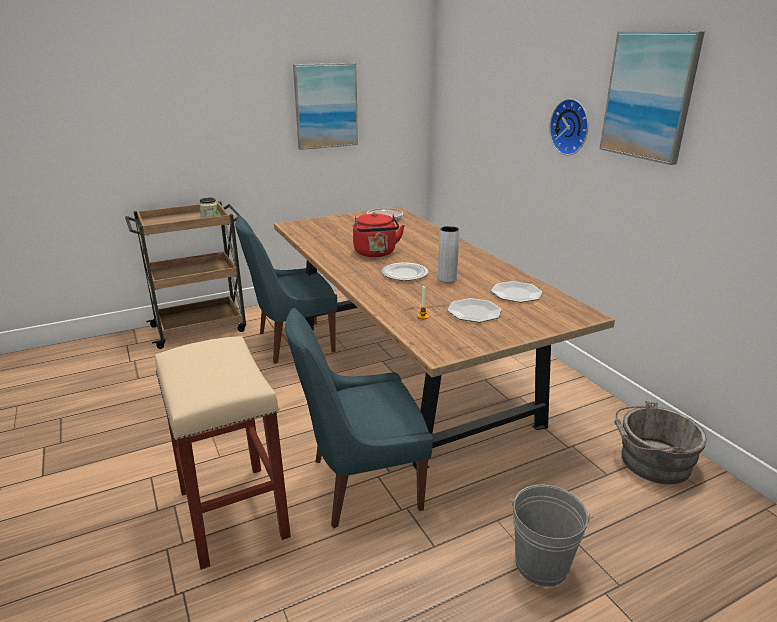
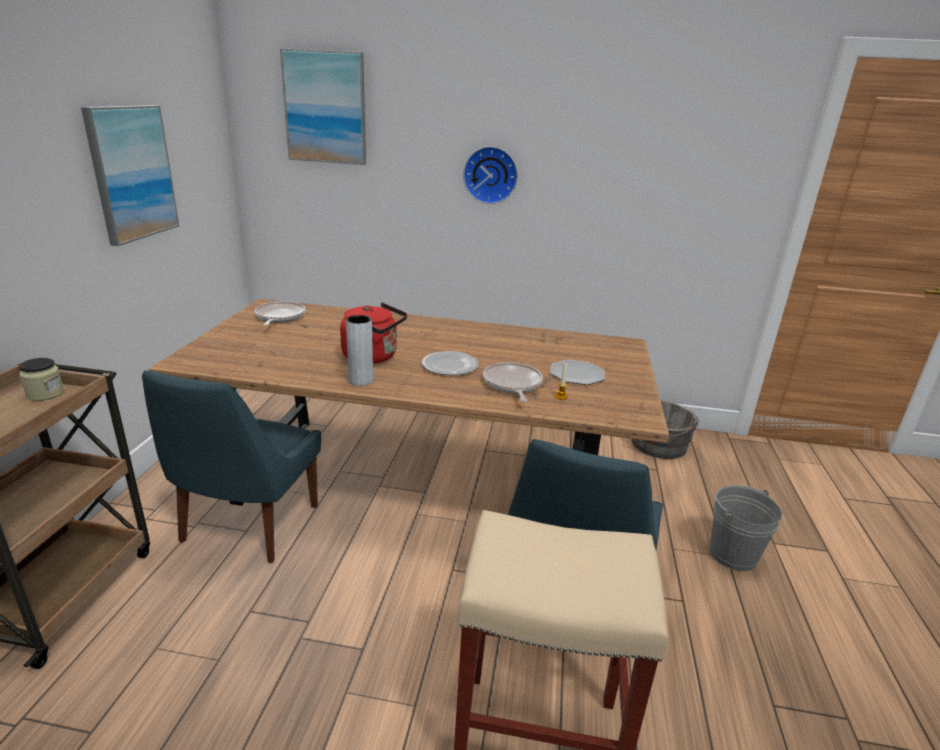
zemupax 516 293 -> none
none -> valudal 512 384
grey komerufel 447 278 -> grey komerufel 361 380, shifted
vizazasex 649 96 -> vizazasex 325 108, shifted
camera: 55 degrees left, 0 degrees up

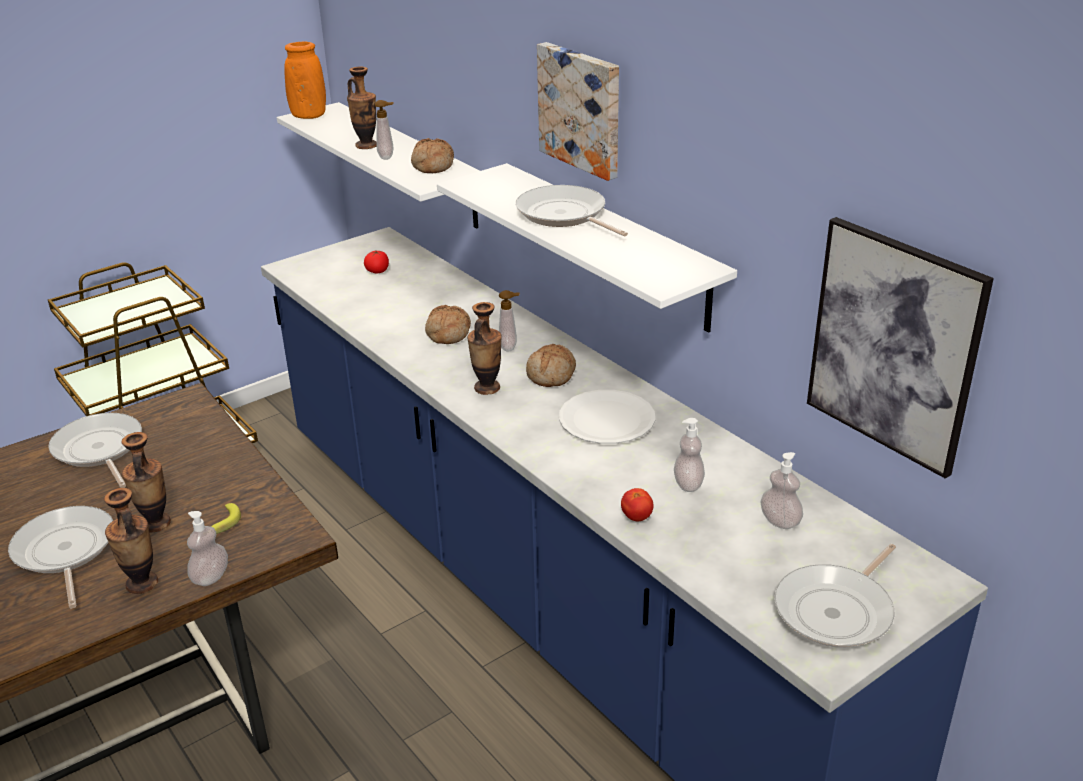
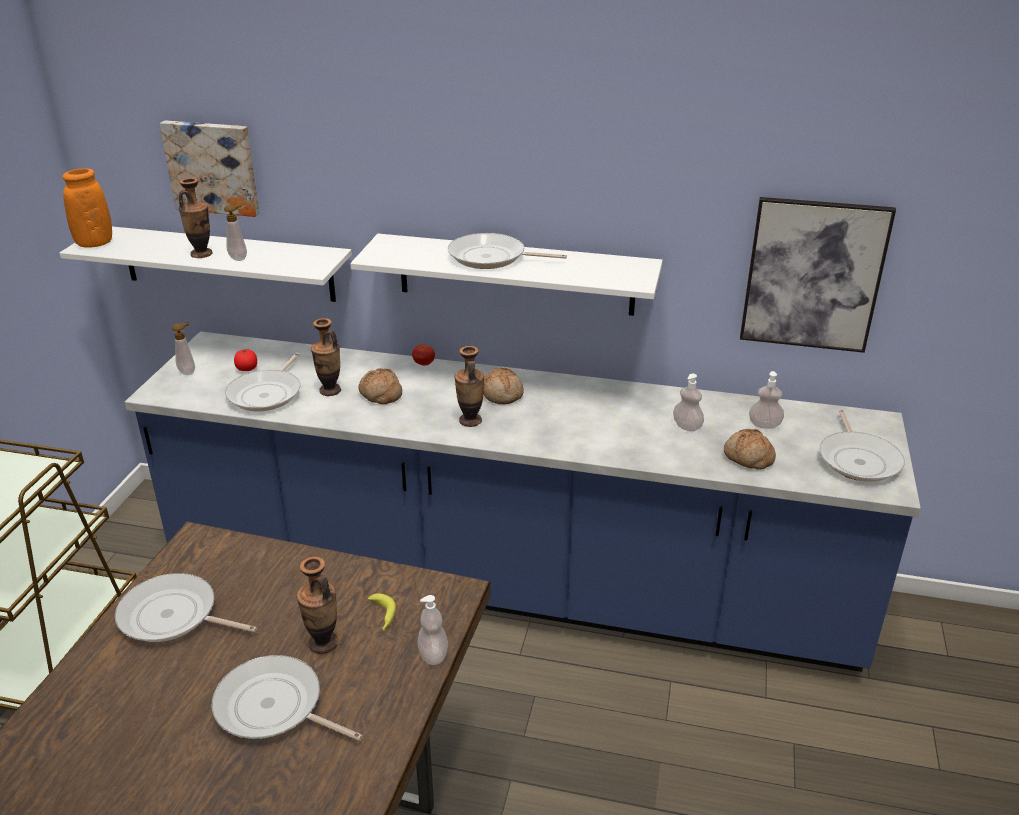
white zemupax 607 419 -> none
none -> valudal 267 393
komerufel 142 583 -> komerufel 330 390, shifted
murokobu 432 166 -> murokobu 748 458, shifted
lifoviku 510 347 -> lifoviku 188 372, shifted
vizazasex 582 109 -> vizazasex 213 167, shifted
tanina 636 517 -> tanina 424 364, shifted
camera: 40 degrees left, 0 degrees up

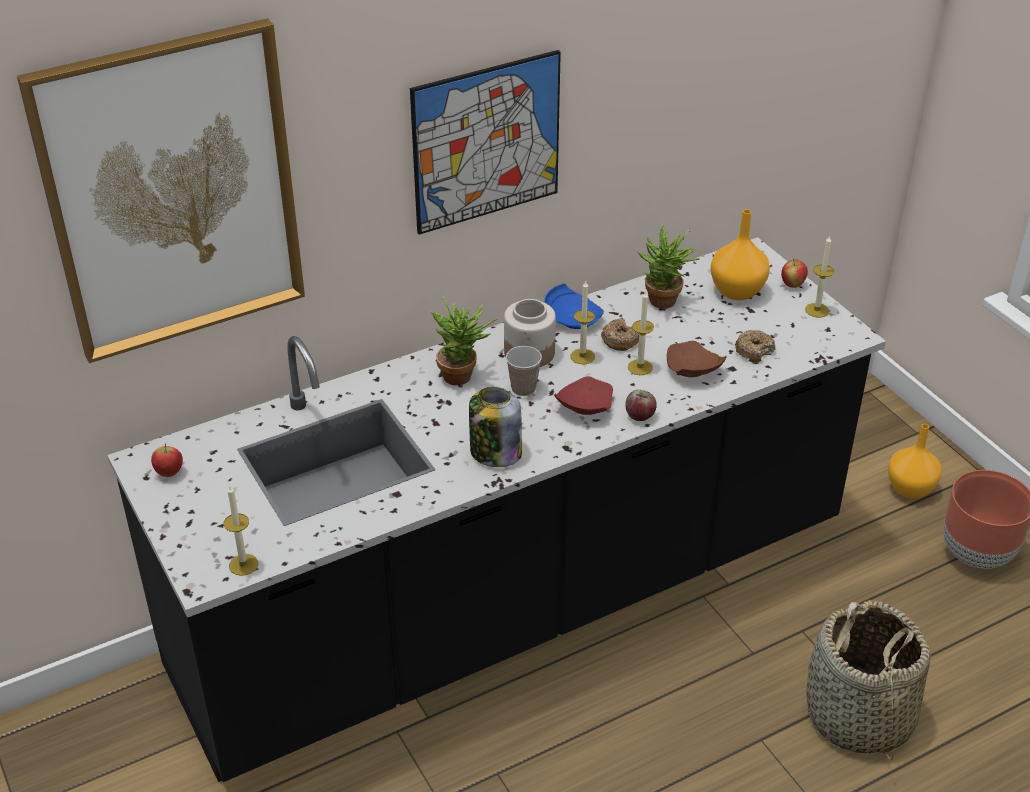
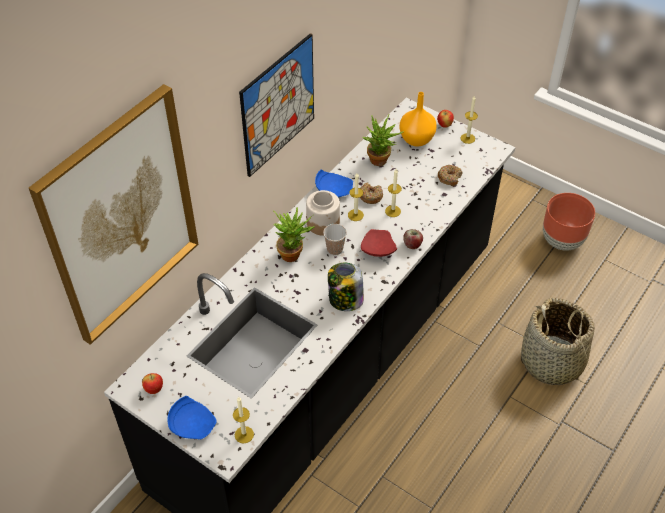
brown zemupax 692 370 -> none
orange komerufel 910 488 -> none
none -> blue zemupax 193 424
camera: 25 degrees left, 10 degrees up

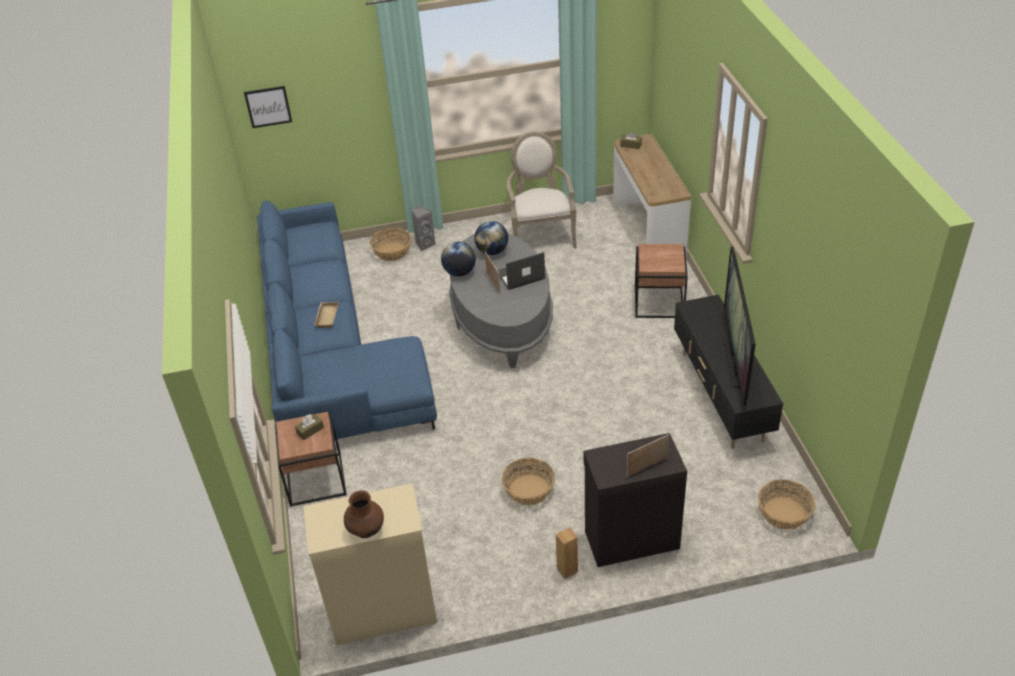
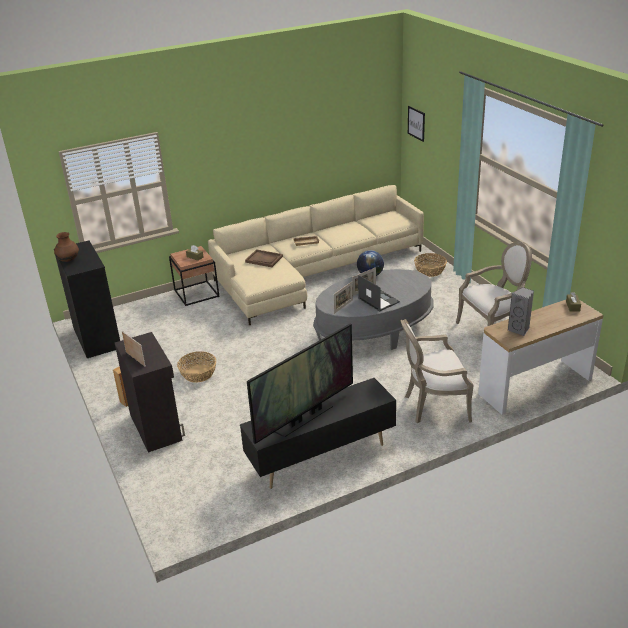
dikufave 492 251 -> none
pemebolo 784 513 -> none
none -> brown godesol 264 259
none -> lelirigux 343 306
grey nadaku 424 244 -> grey nadaku 519 329, shifted
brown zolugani 658 303 -> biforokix 433 406
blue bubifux 331 351 -> beige bubifux 312 272
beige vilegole 382 610 -> black vilegole 96 337
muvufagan 735 361 -> muvufagan 304 418, 150 degrees clockwise
camera: 75 degrees right, 10 degrees down

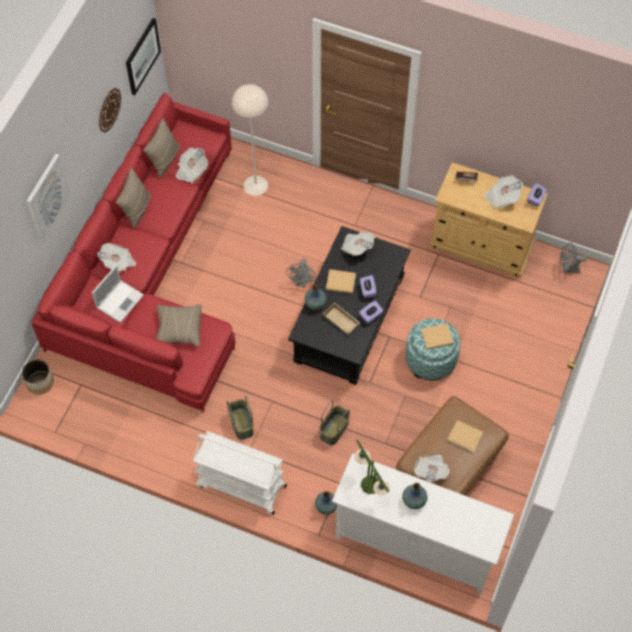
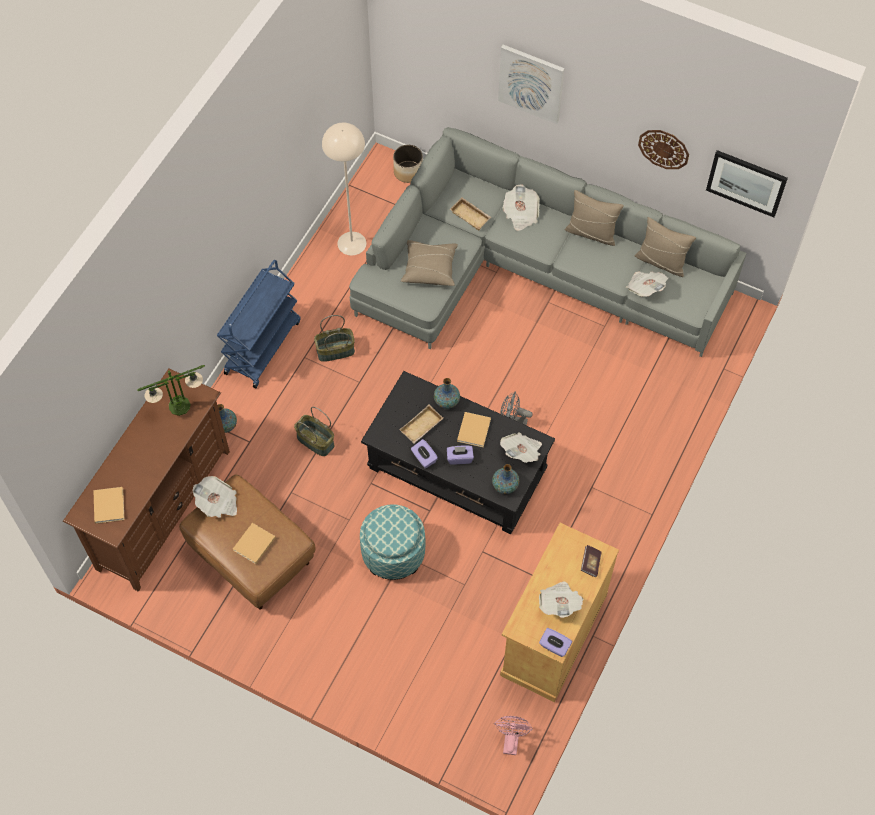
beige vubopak 255 185 -> beige vubopak 352 243, shifted
komerufel 414 500 -> komerufel 505 485, shifted
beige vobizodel 436 337 -> beige vobizodel 109 504, shifted
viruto 120 300 -> beige godesol 471 215
red bubifux 150 278 -> grey bubifux 529 271
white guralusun 241 486 -> blue guralusun 262 346
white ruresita 414 546 -> brown ruresita 163 508
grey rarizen 567 268 -> pink rarizen 511 739
camera: 95 degrees right, 0 degrees up

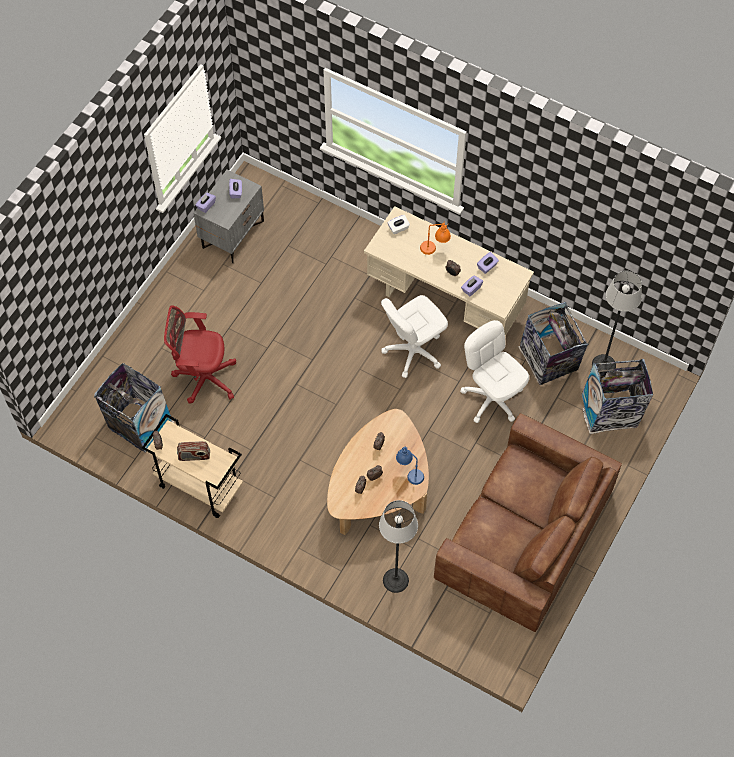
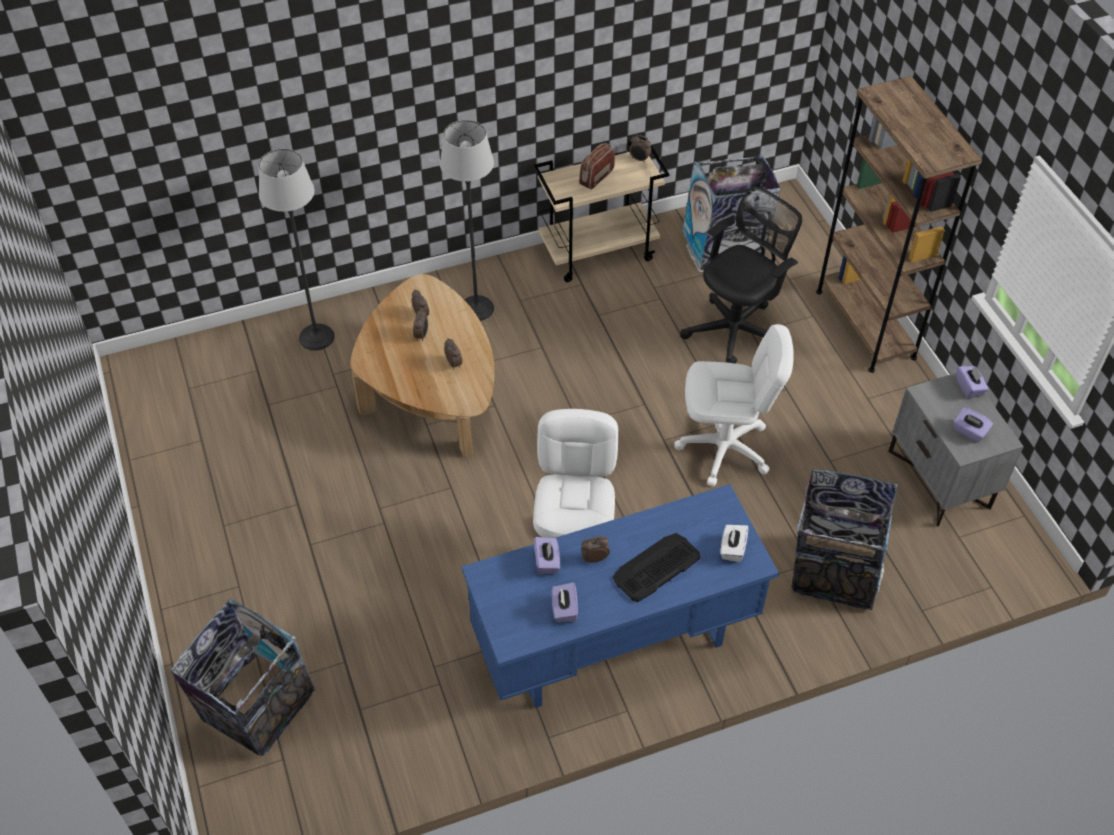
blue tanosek 409 473 -> none
brown bubifux 524 535 -> none
none -> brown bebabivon 865 324
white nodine 492 398 -> white nodine 724 449, shifted
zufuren 549 361 -> zufuren 834 572, shifted
vubopak 603 364 -> vubopak 477 308, shifted
orange tanosek 435 249 -> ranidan 656 567
red nodine 203 377 -> black nodine 736 328
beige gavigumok 446 302 -> blue gavigumok 614 643
camera: 130 degrees right, 10 degrees down

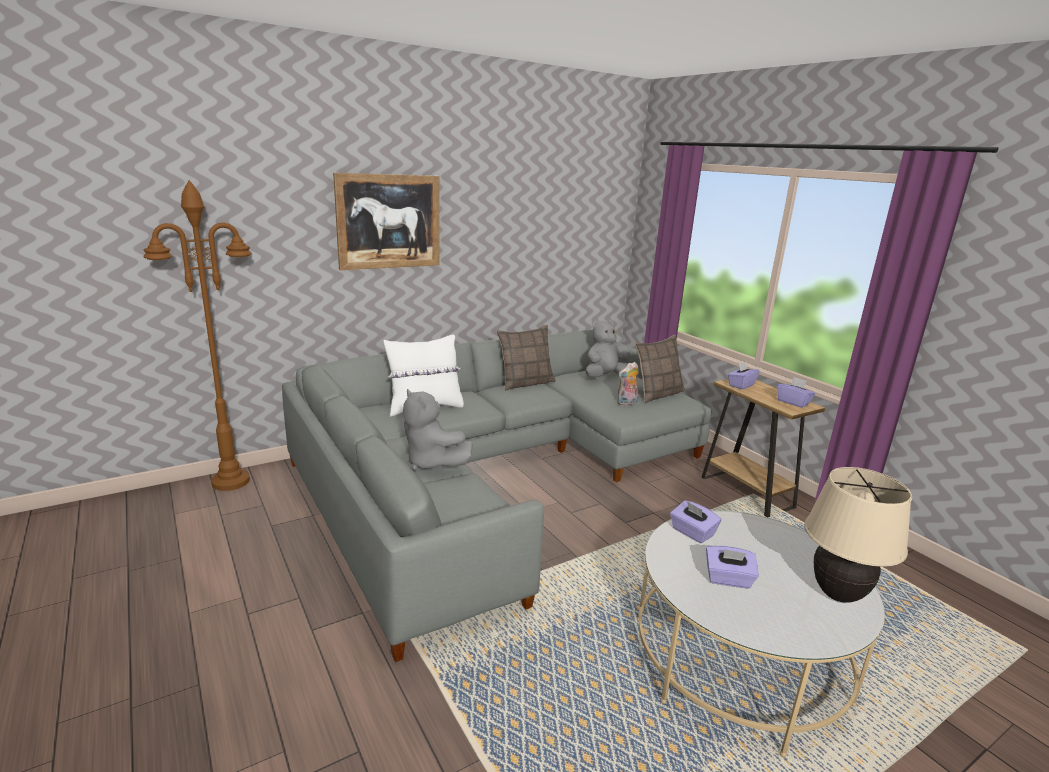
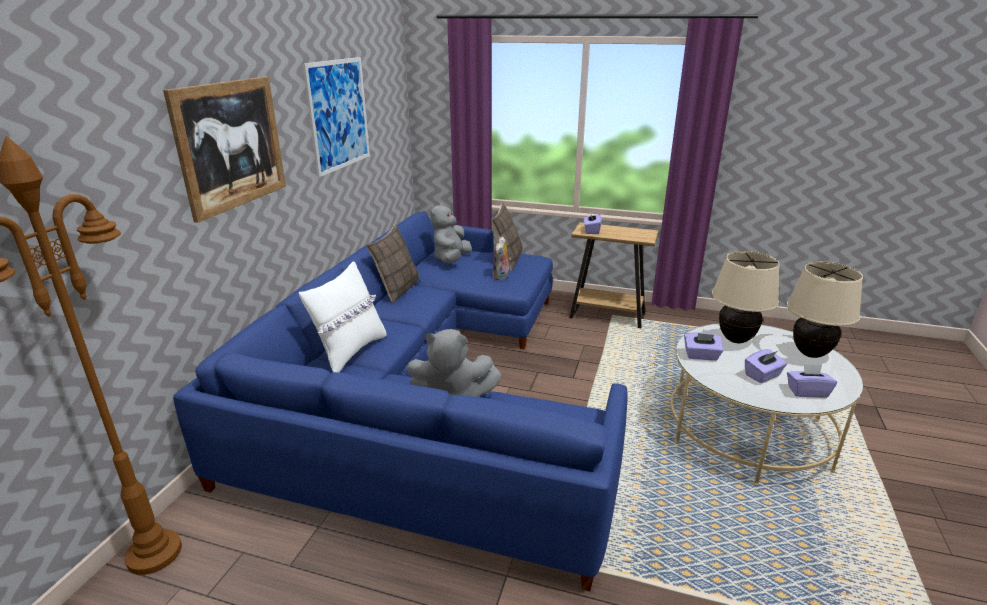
none -> vizazasex 339 114
none -> beige tanosek 736 340
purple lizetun 793 402 -> purple lizetun 807 392, shifted
grey bubifux 495 471 -> blue bubifux 425 387
camera: 40 degrees left, 5 degrees up

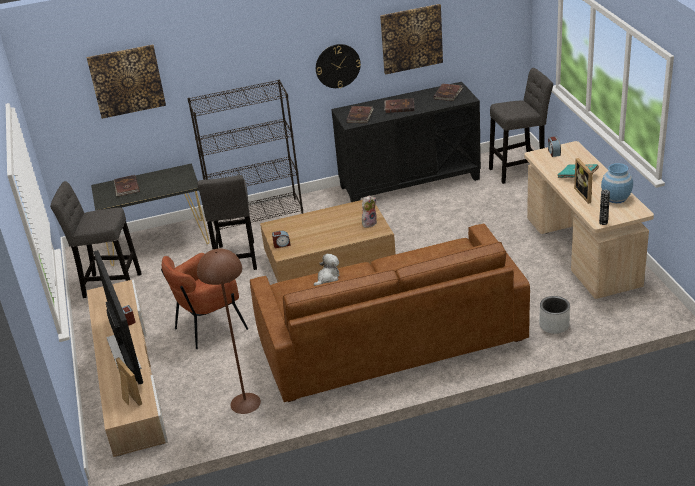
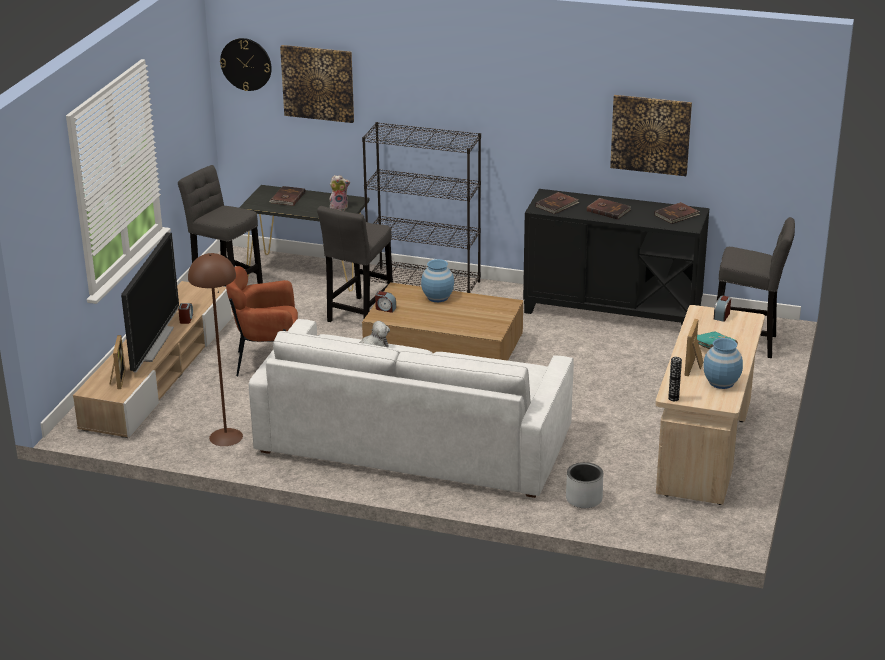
none -> blue komerufel 437 297
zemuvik 337 66 -> zemuvik 246 64, shifted
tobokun 369 223 -> tobokun 339 207, shifted
brown bubifux 390 338 -> white bubifux 414 441
camera: 30 degrees right, 5 degrees down

